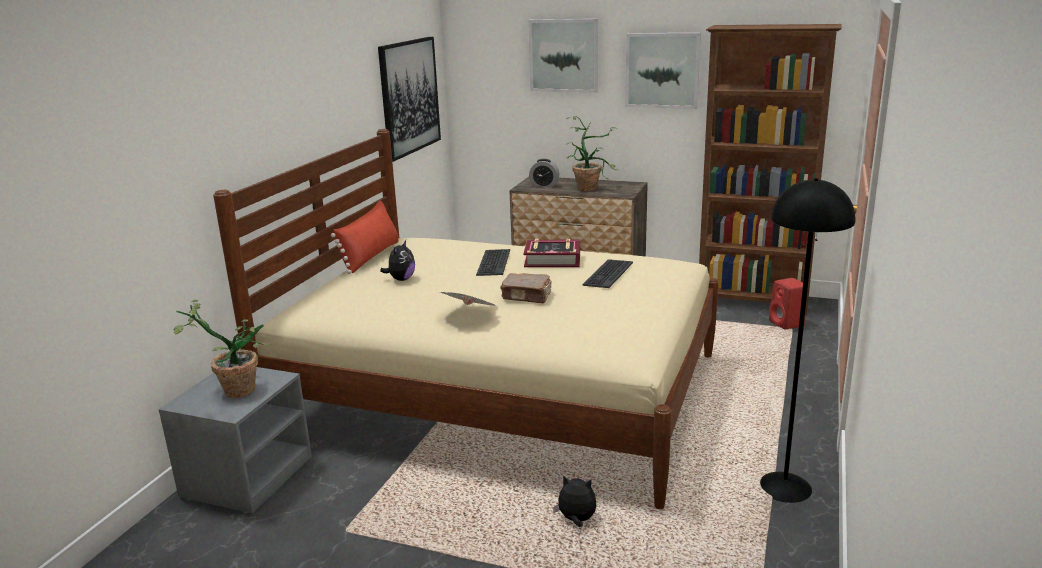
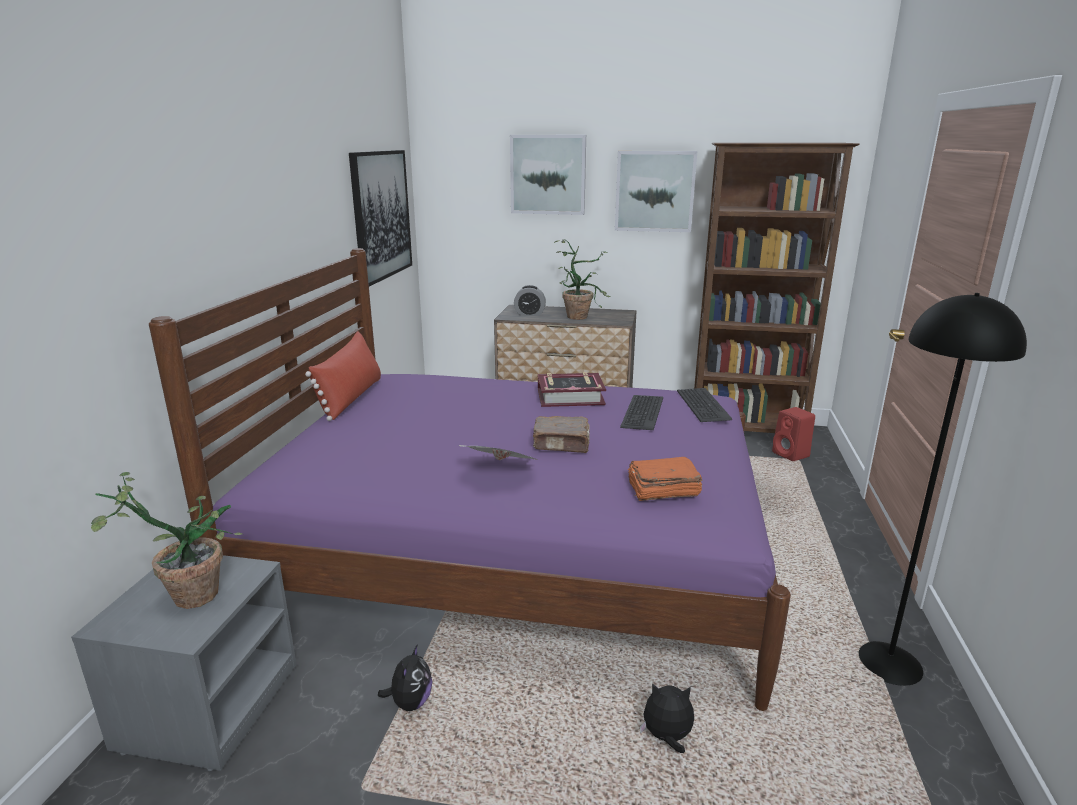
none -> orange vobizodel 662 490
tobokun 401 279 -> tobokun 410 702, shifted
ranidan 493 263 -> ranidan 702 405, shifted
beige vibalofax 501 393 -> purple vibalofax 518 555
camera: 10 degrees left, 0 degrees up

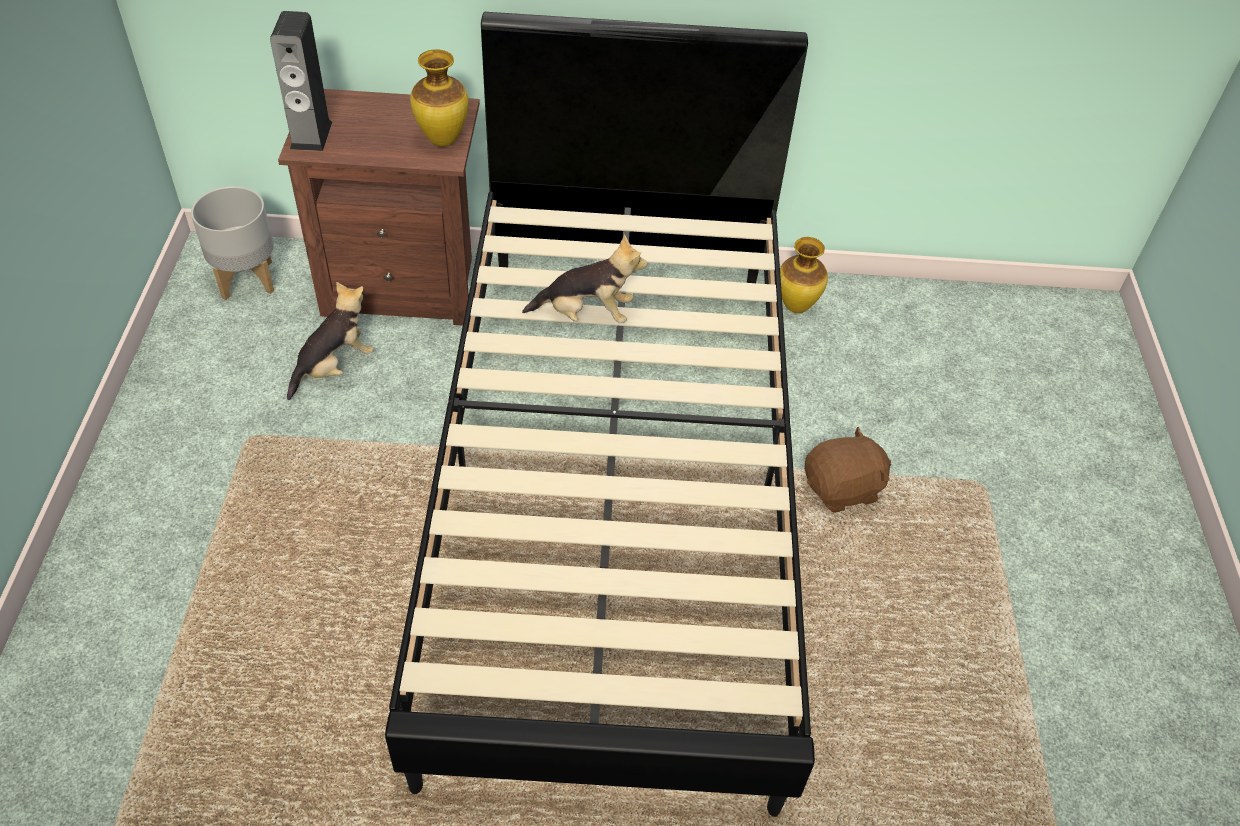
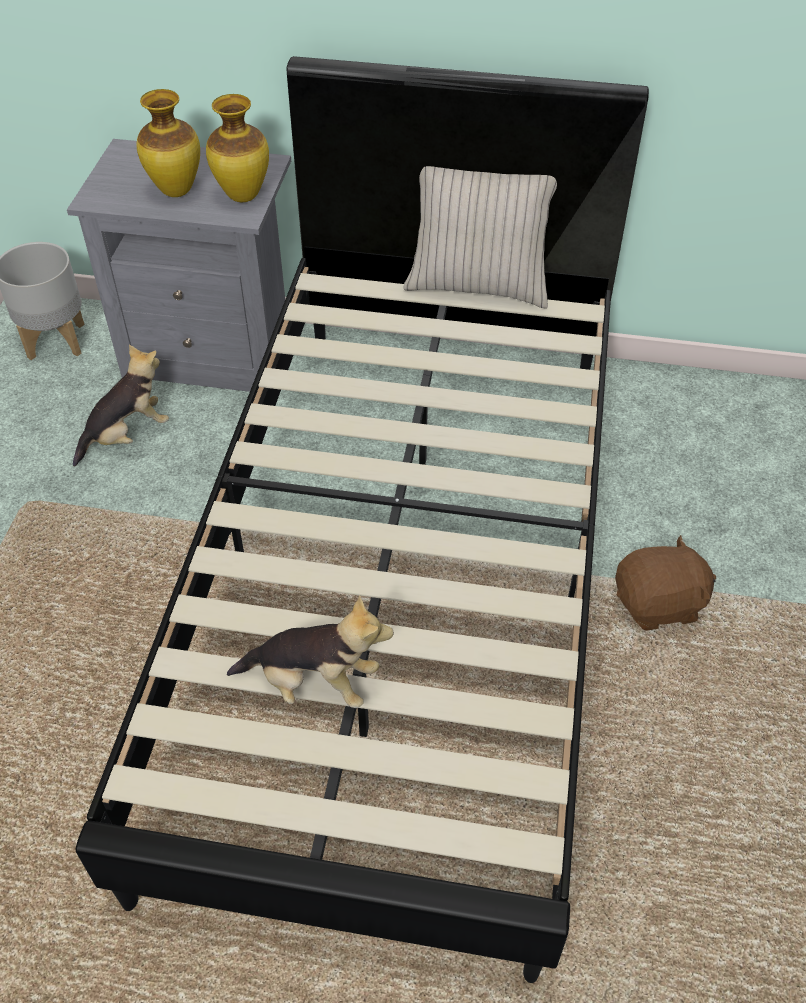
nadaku 311 135 -> none
none -> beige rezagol 478 285
tobokun 586 314 -> tobokun 314 683, shifted
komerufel 797 307 -> komerufel 177 191, shifted
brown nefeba 405 286 -> grey nefeba 215 356
camera: 10 degrees right, 0 degrees up

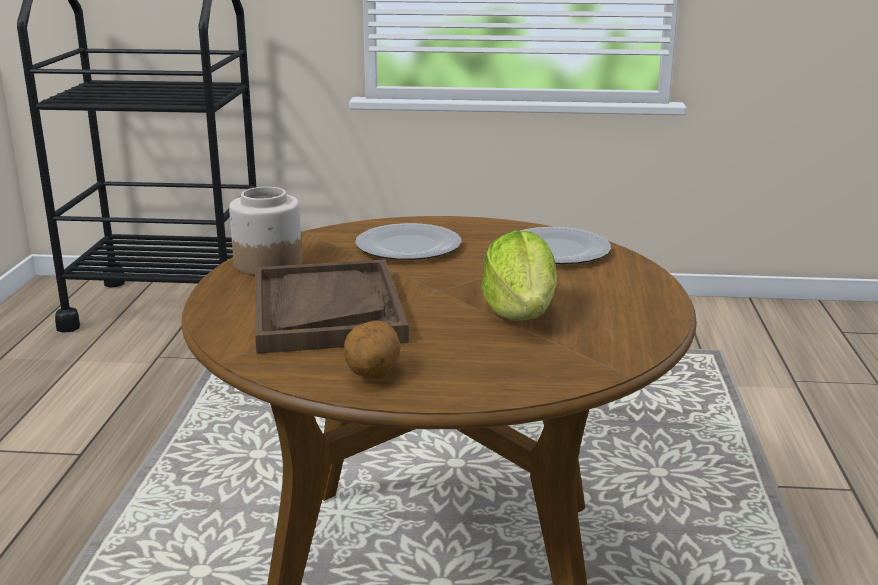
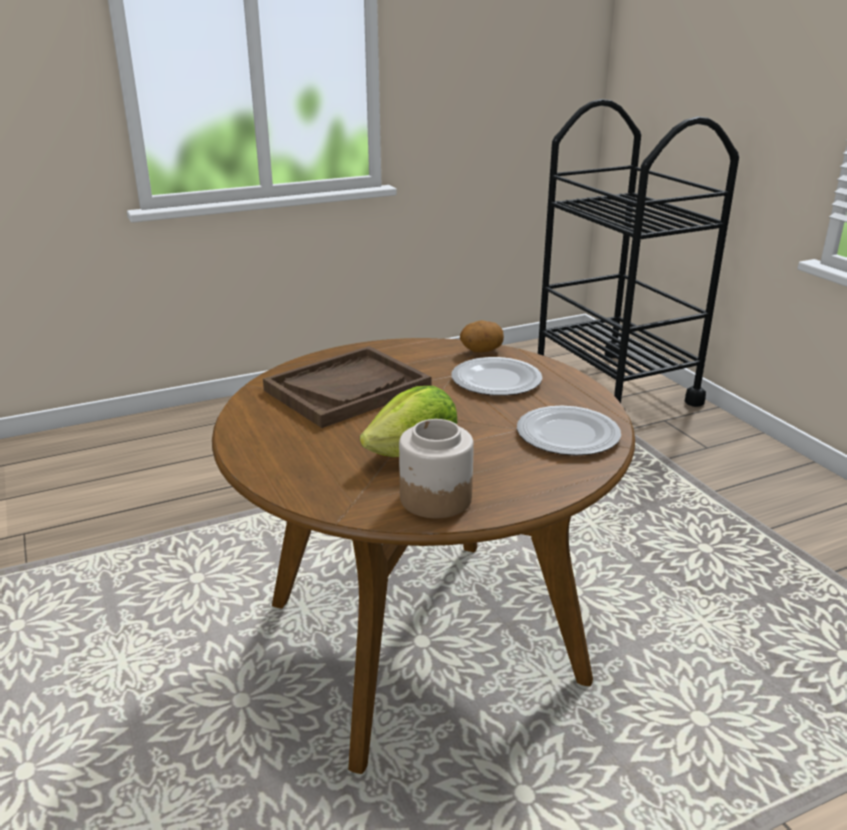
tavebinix 267 264 -> tavebinix 435 498, shifted
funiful 372 374 -> funiful 481 351, shifted
camera: 60 degrees right, 5 degrees up

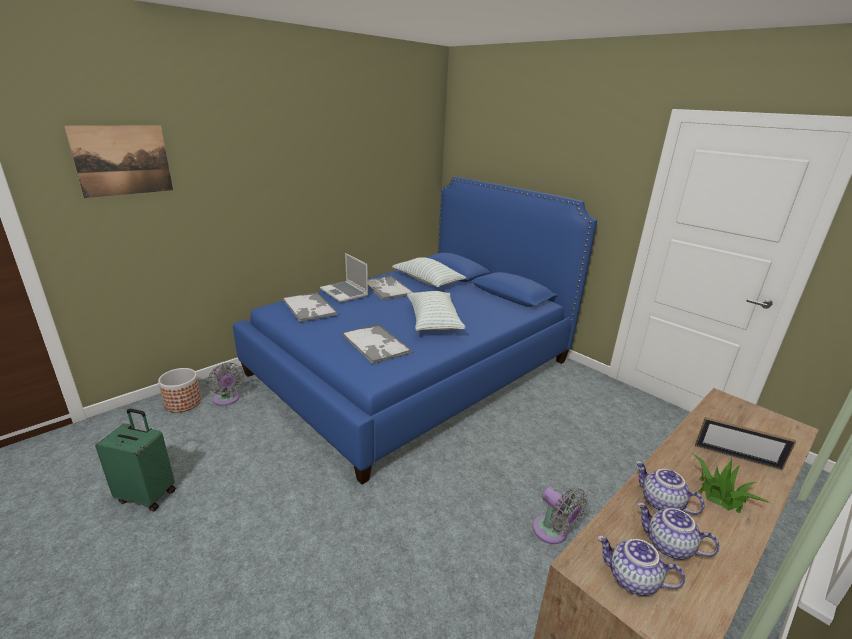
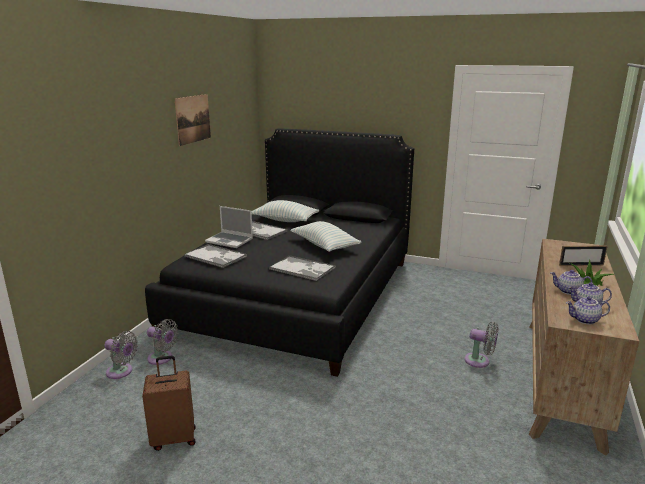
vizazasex 123 160 -> vizazasex 193 119, shifted
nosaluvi 183 402 -> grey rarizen 121 372
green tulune 148 495 -> brown tulune 174 438
blue vibalofax 413 367 -> black vibalofax 297 295
camera: 25 degrees left, 5 degrees down

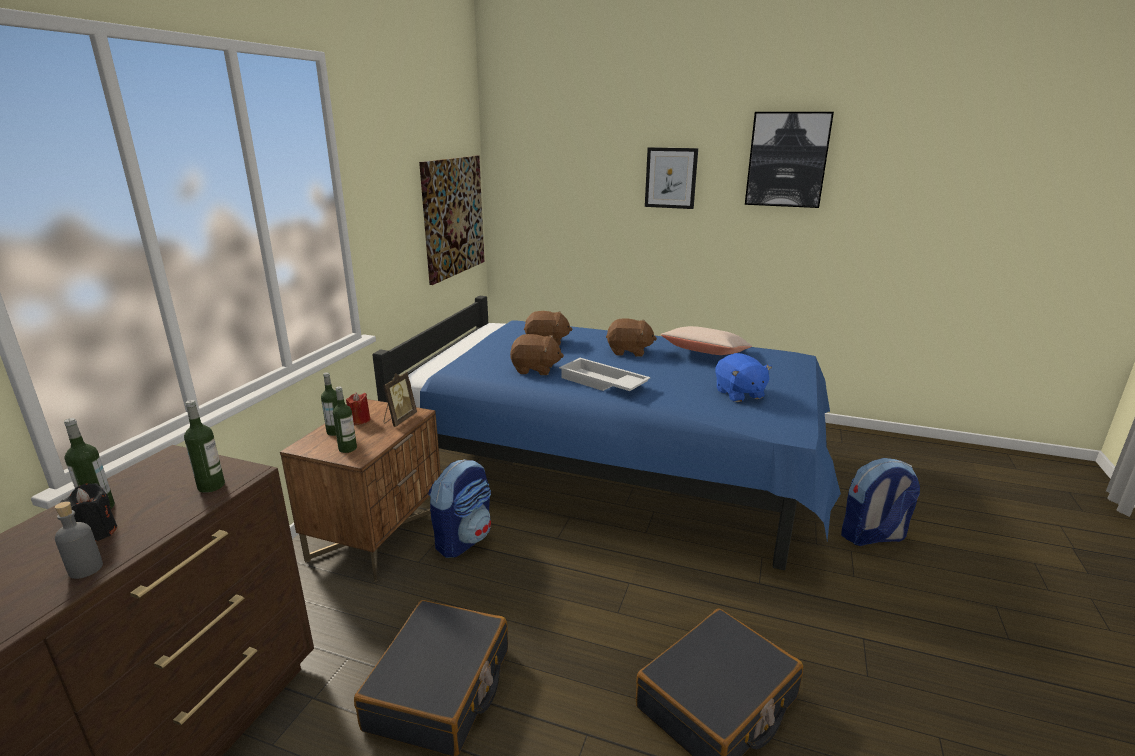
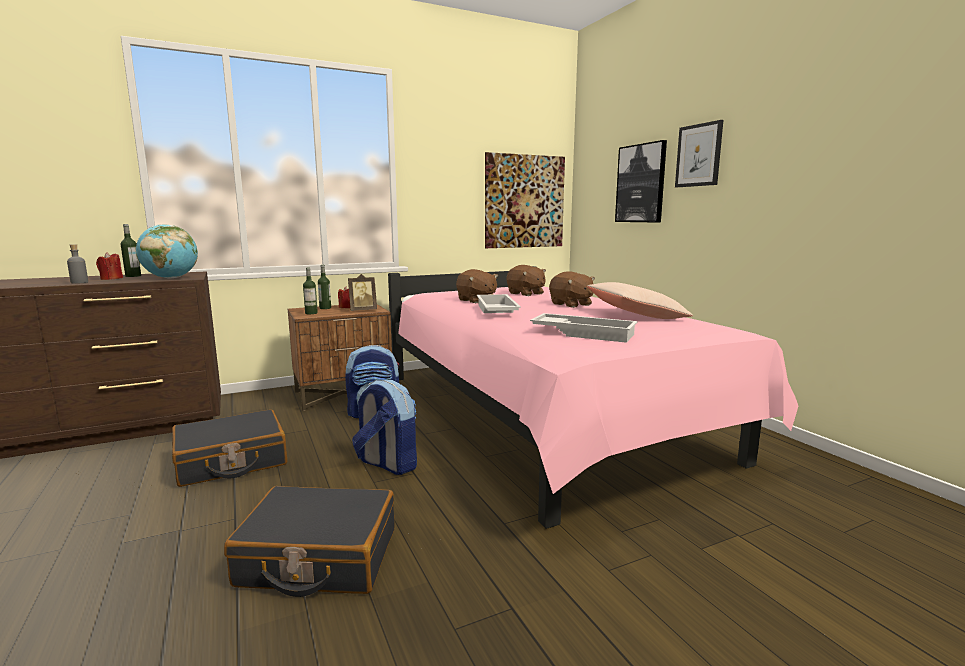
vizazasex 787 160 -> vizazasex 641 183, shifted
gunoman 872 537 -> gunoman 387 464, shifted
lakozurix 211 486 -> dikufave 171 278
blue tobokun 739 394 -> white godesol 584 333
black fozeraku 96 533 -> red fozeraku 111 279
blue vibalofax 615 469 -> pink vibalofax 543 418
camera: 45 degrees right, 10 degrees down

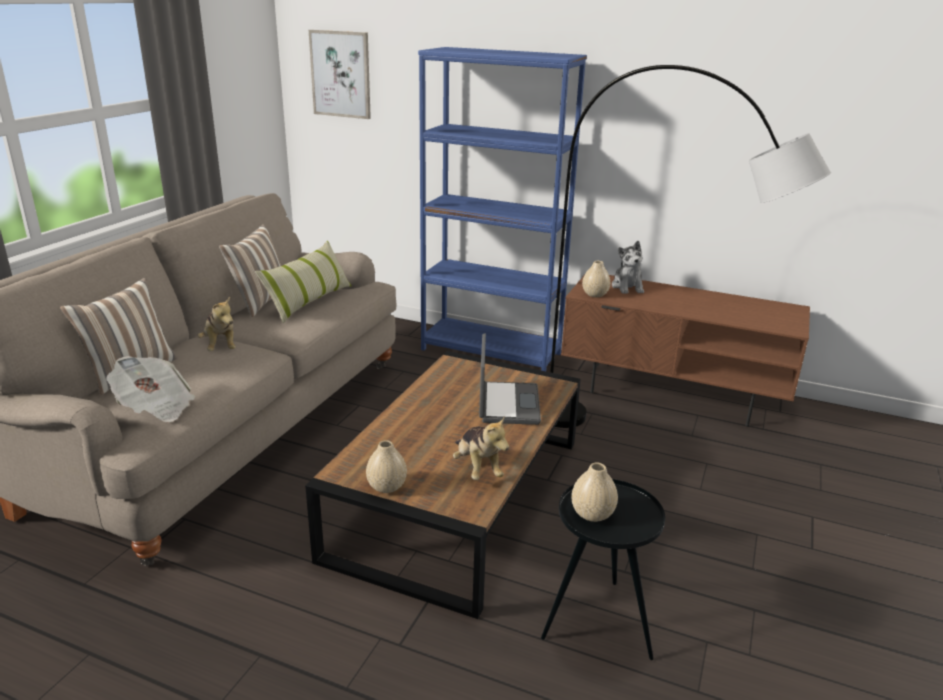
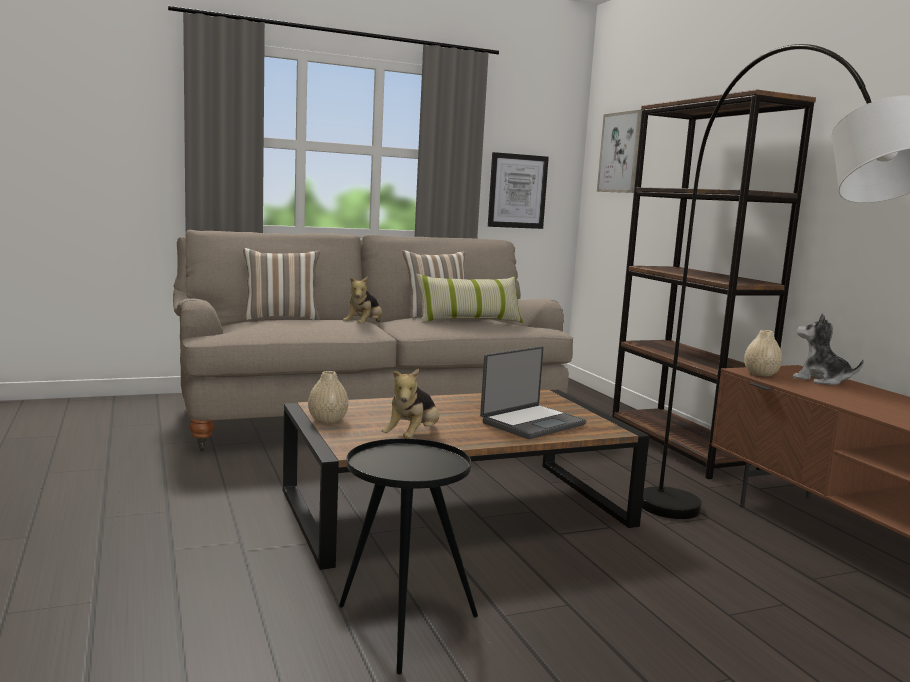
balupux 155 406 -> none
beige komerufel 592 514 -> none
none -> vizazasex 517 191
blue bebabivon 491 351 -> brown bebabivon 681 448
tobokun 627 287 -> tobokun 820 380, 90 degrees clockwise
camera: 45 degrees right, 15 degrees down

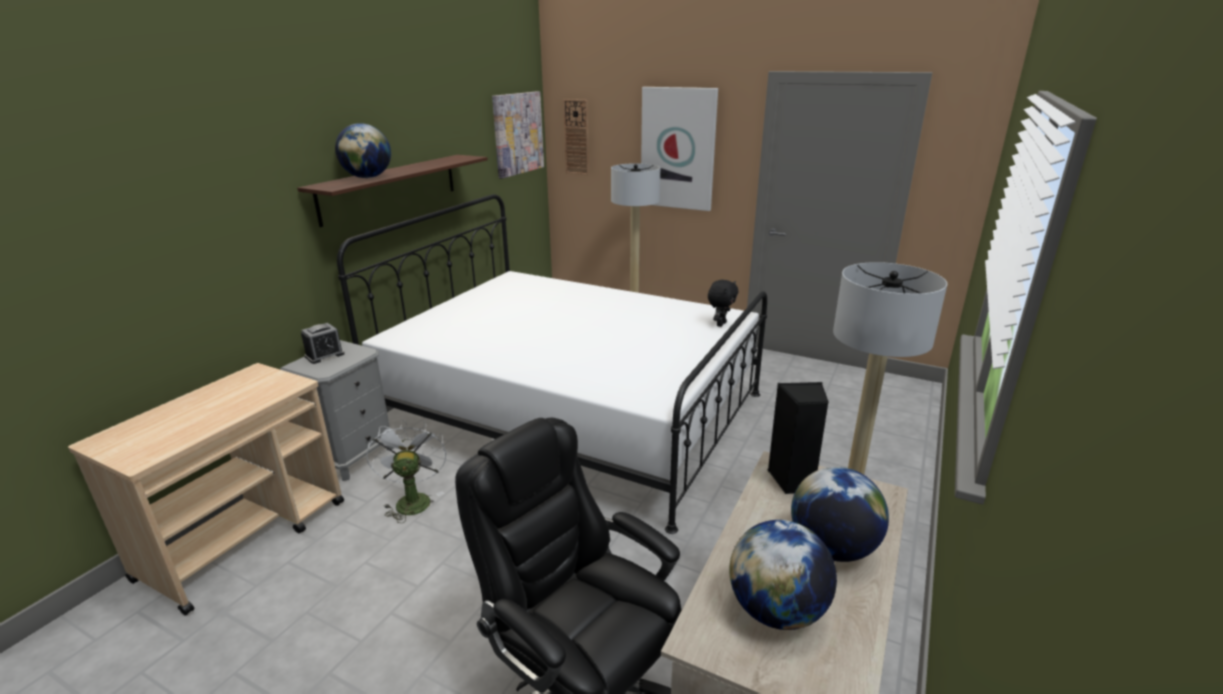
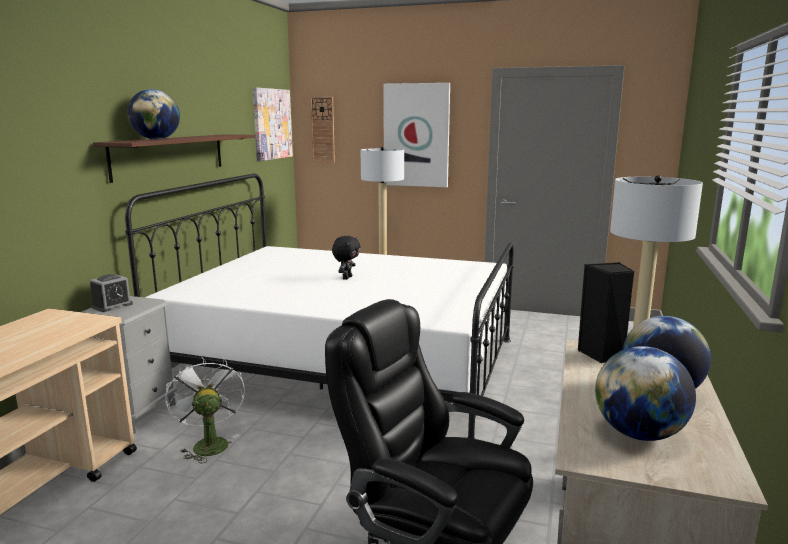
black tobokun 720 324 -> black tobokun 346 278, shifted
camera: 10 degrees left, 10 degrees down

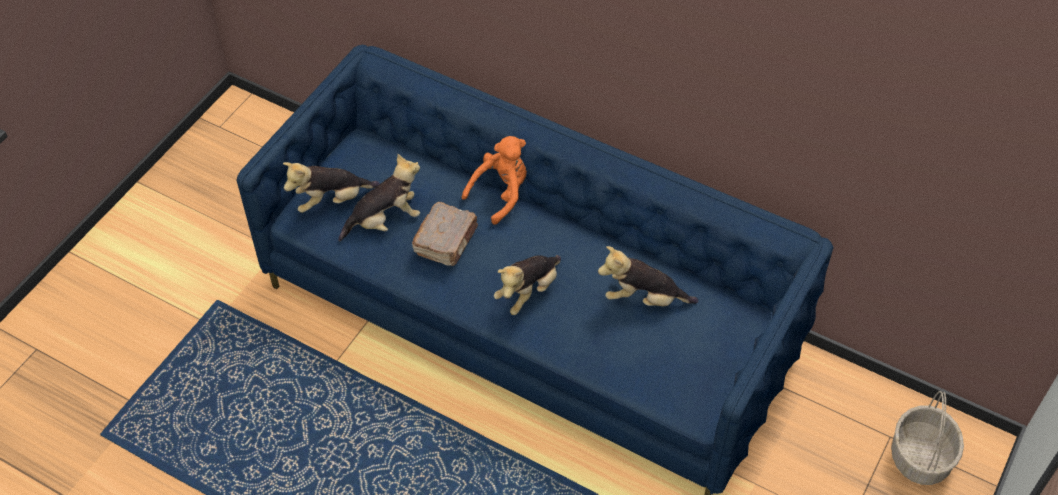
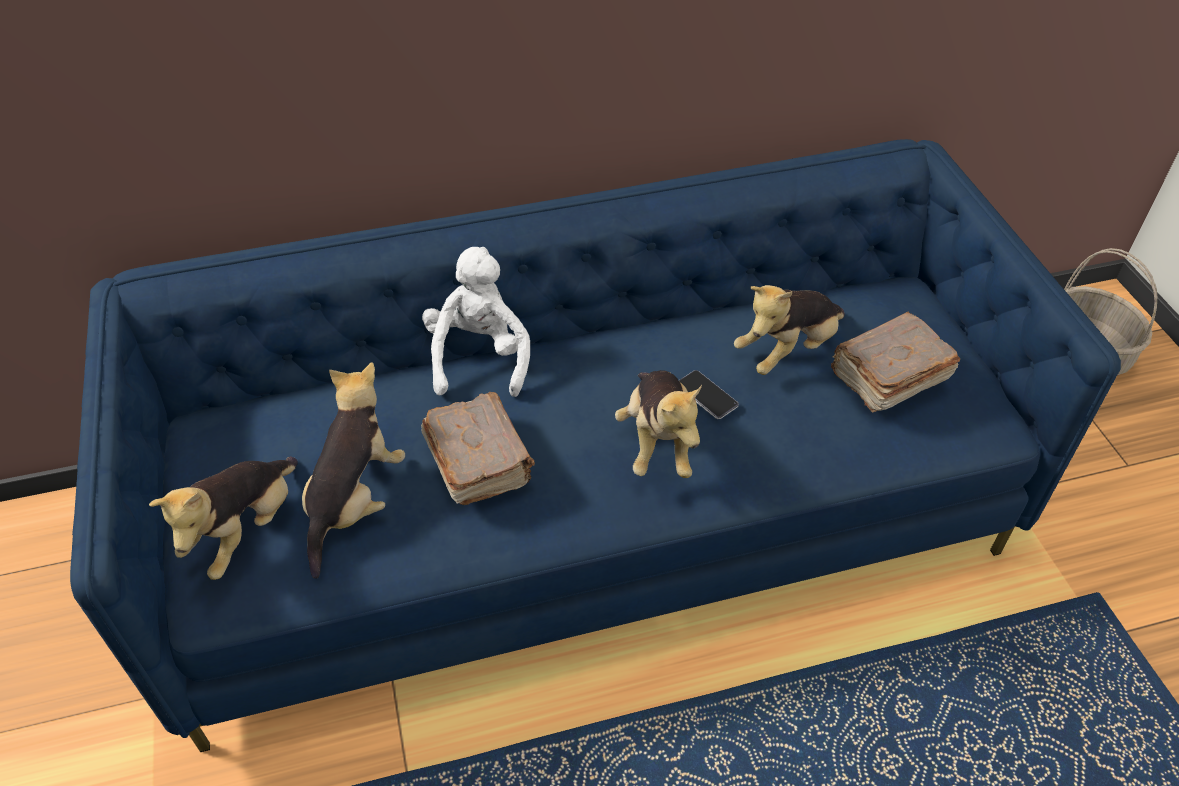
none -> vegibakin 706 395
none -> brown vobizodel 888 376
orange tobokun 501 193 -> white tobokun 479 357
camera: 45 degrees left, 5 degrees down

